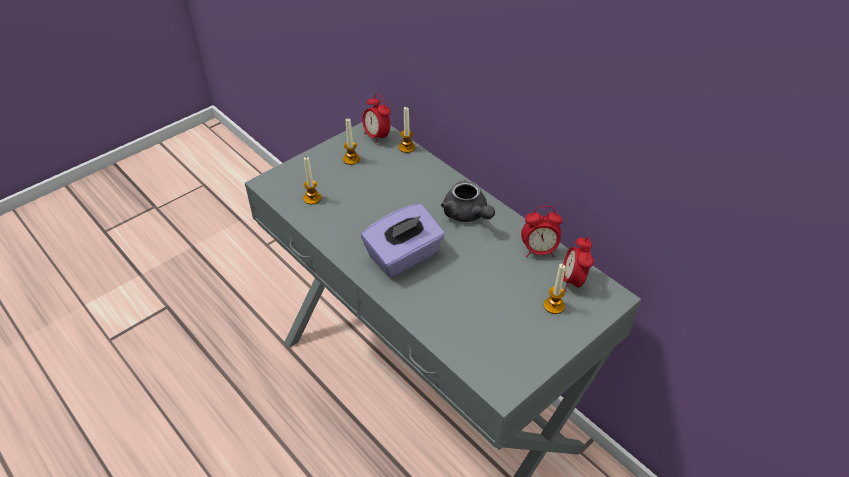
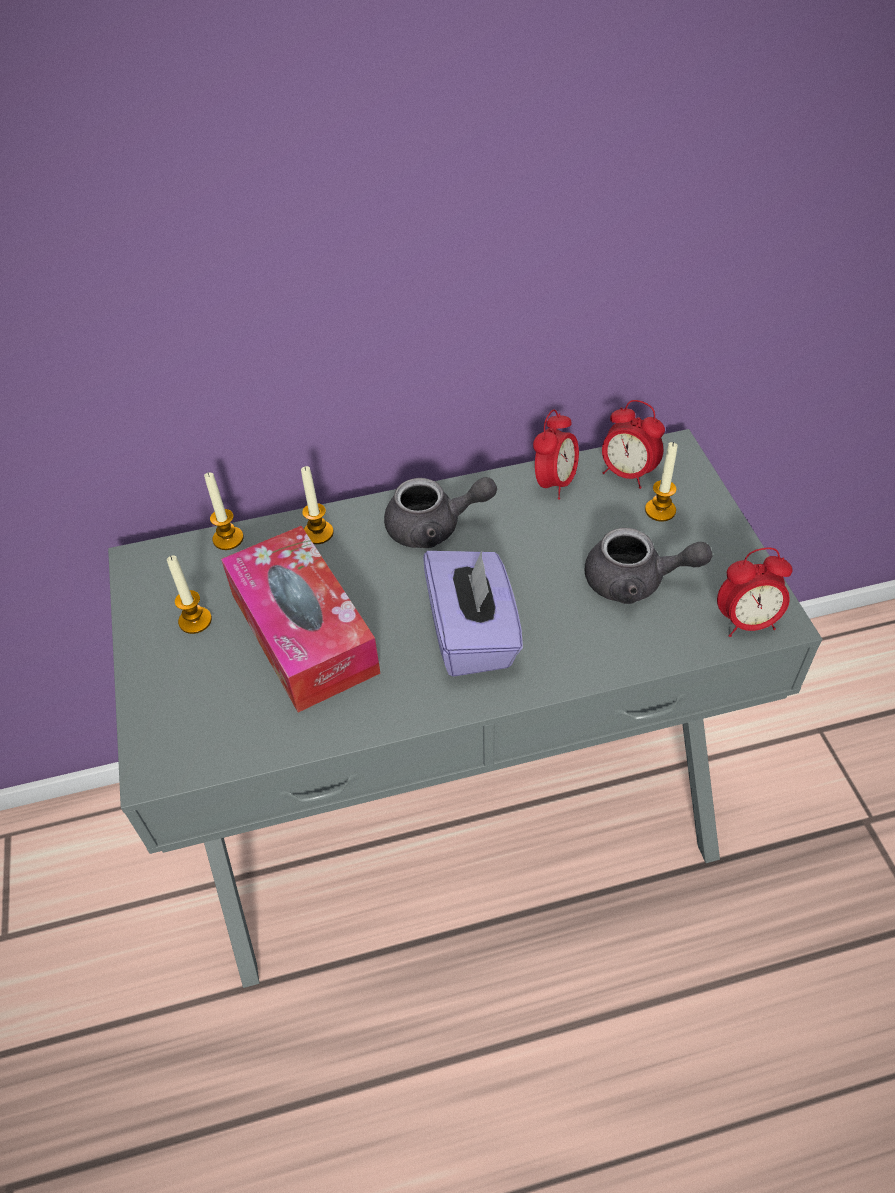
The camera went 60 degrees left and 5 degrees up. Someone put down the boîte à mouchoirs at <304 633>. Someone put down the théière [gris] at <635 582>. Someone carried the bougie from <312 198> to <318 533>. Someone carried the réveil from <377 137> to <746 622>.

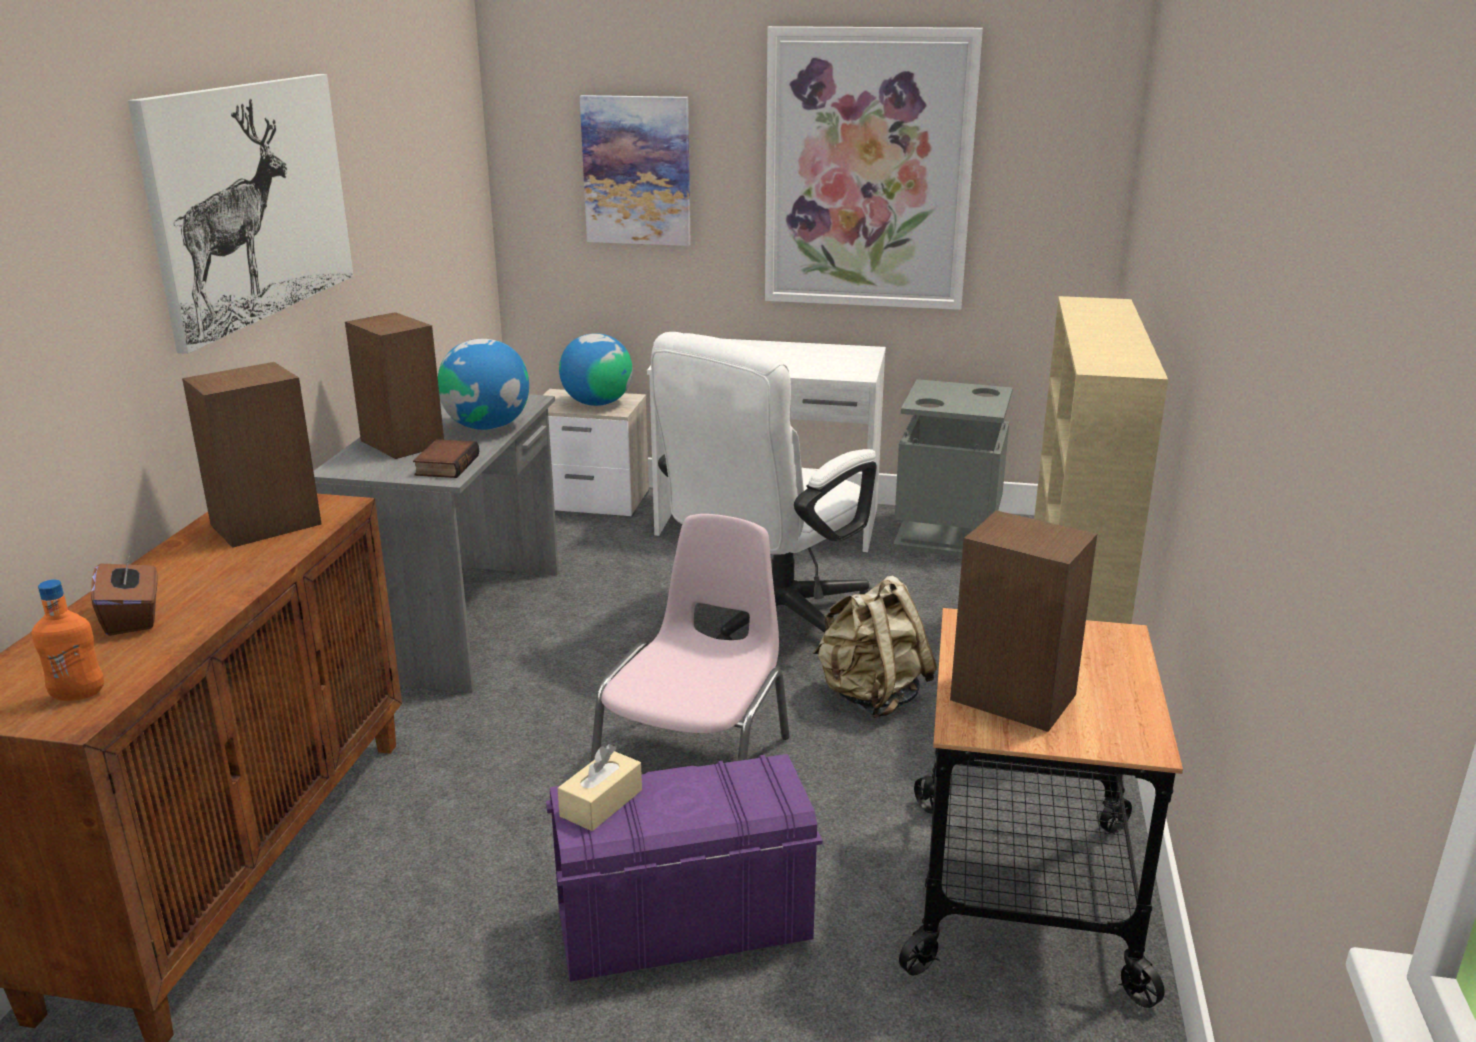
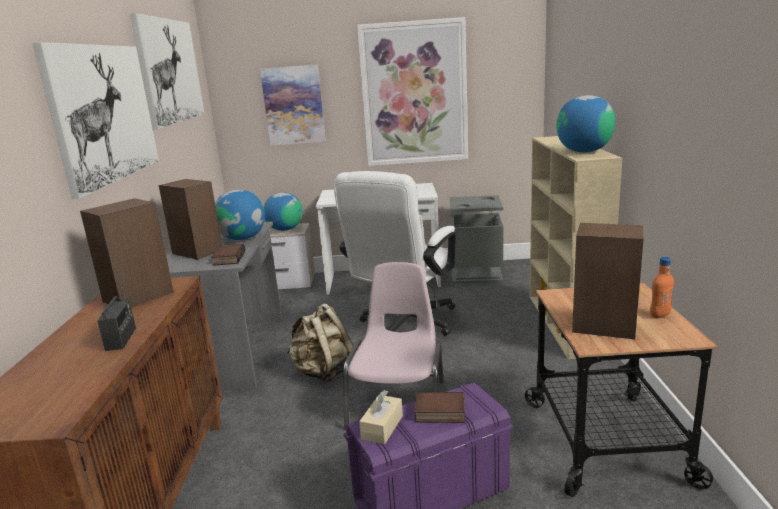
The camera went 10 degrees left and 5 degrees down. Someone took away the boîte à mouchoirs [marron] at <133 617>. Someone put down the radio at <121 339>. Someone put up the tableau at <170 71>. Someone put down the livre at <439 413>. Someone put down the globe at <584 152>. Someone carried the bouteille [orange] from <78 695> to <659 315>. Someone carried the sac à dos [beige] from <871 697> to <323 372>.

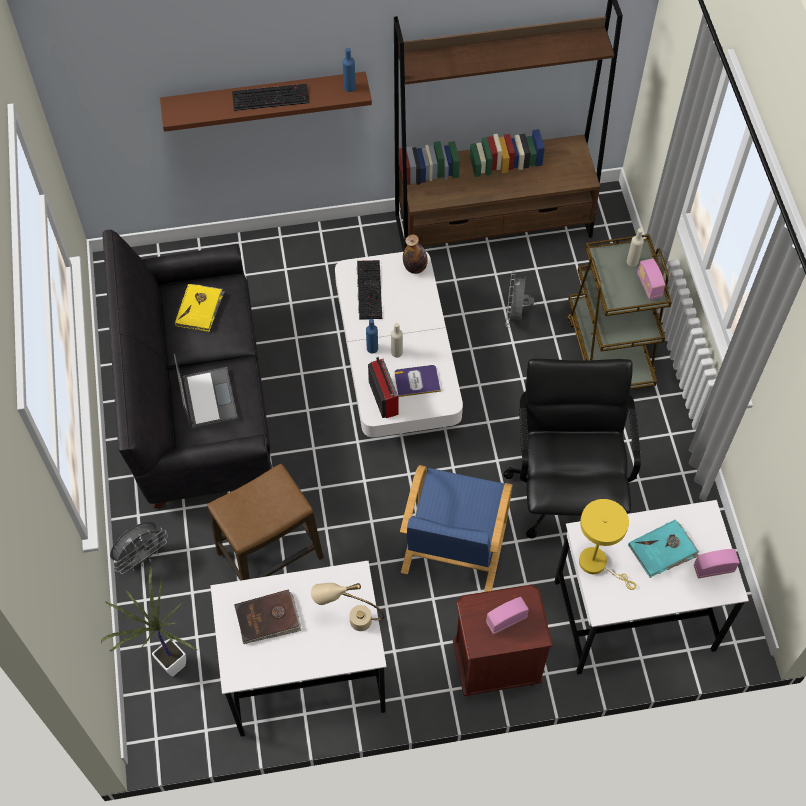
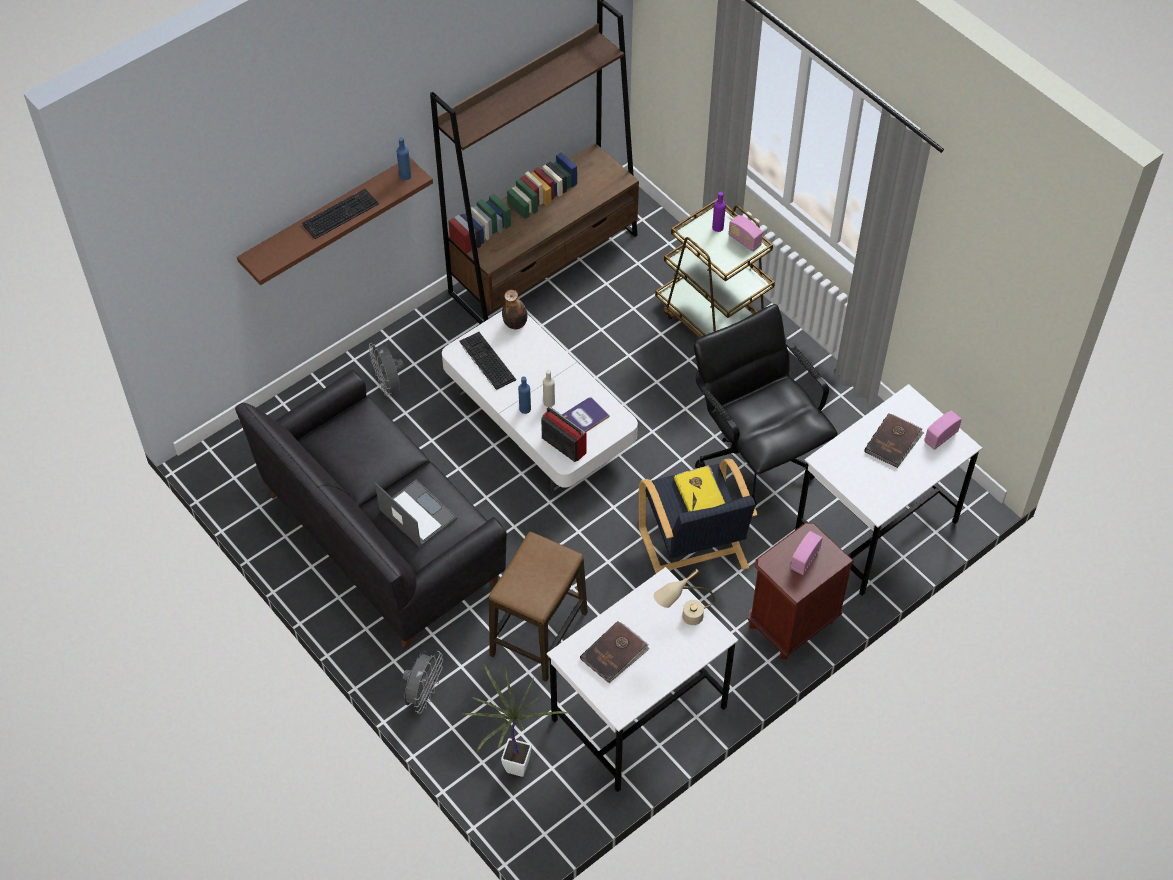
The camera went 30 degrees left and 5 degrees down. Someone took away the lampe de table [jaune] at <597 564>. Someone carried the livre [jaune] from <200 309> to <700 493>. Someone carried the ventilateur [gris] from <515 315> to <389 385>. Someone repainted the fauteuil [bleu] at <452 549>, which became the fauteuil [noir] at <693 550>. Someone repainted the bouteille [beige] at <632 261>, which became the bouteille [violet] at <717 227>. Someone repainted the livre [turquoise] at <663 550>, which became the livre [marron] at <893 442>.

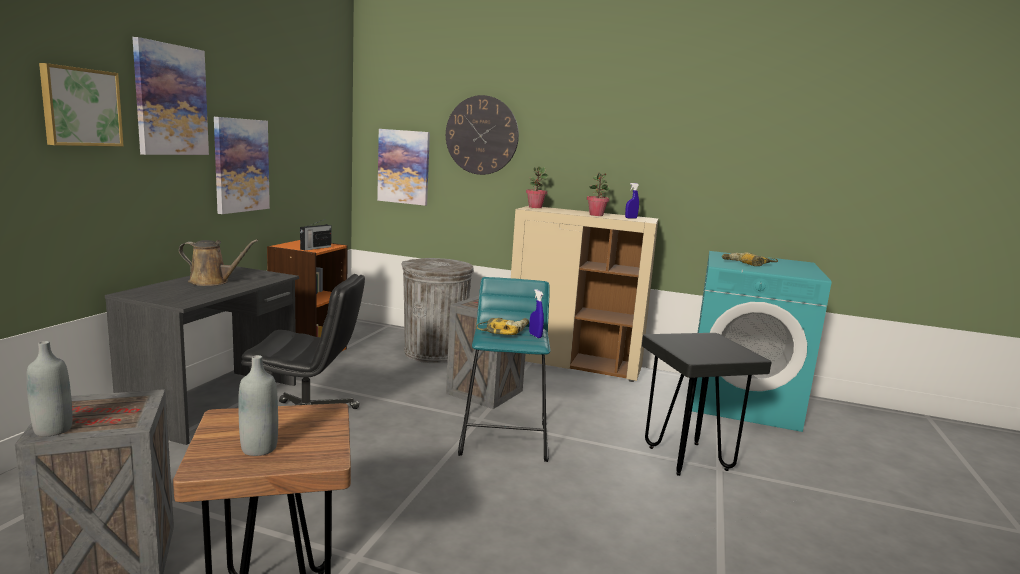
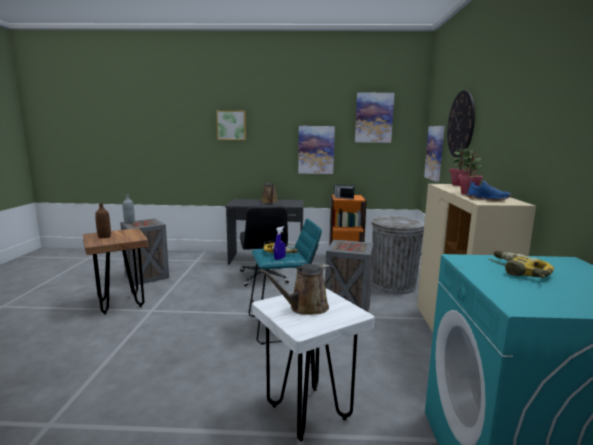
The camera went 75 degrees right and 0 degrees up. Someone put down the arrosoir [marron] at <305 308>. Someone carried the tableau from <171 100> to <374 118>. Someone swapped the vaporisateur [bleu] at <631 218> for the chaussure [bleu] at <487 199>. Someone repainted the bouteille [gris] at <259 448>, which became the bouteille [marron] at <104 236>. Someone repainted the tabouret [noir] at <687 458>, which became the tabouret [blanc] at <309 412>.

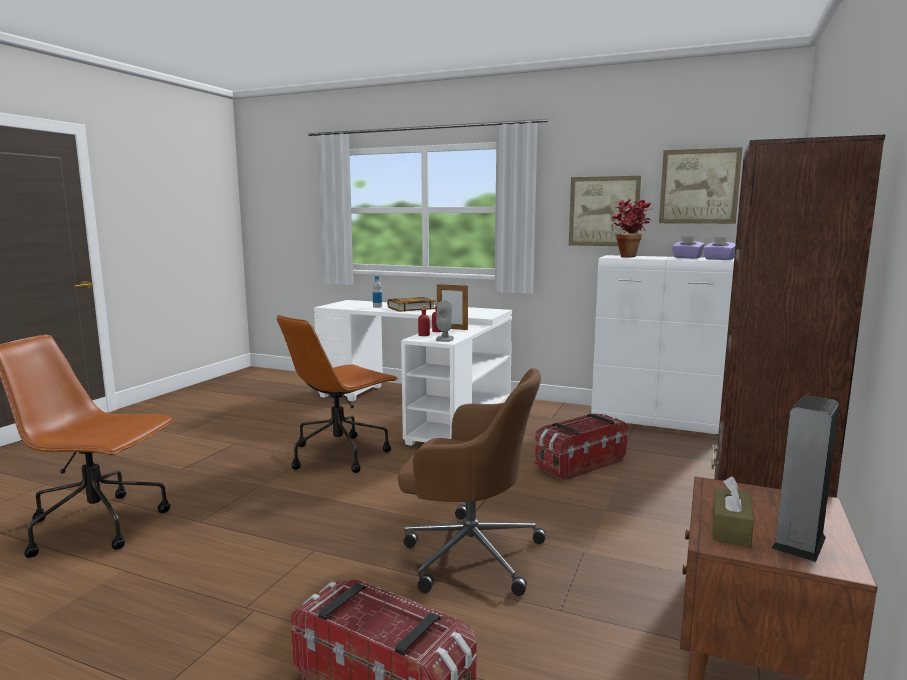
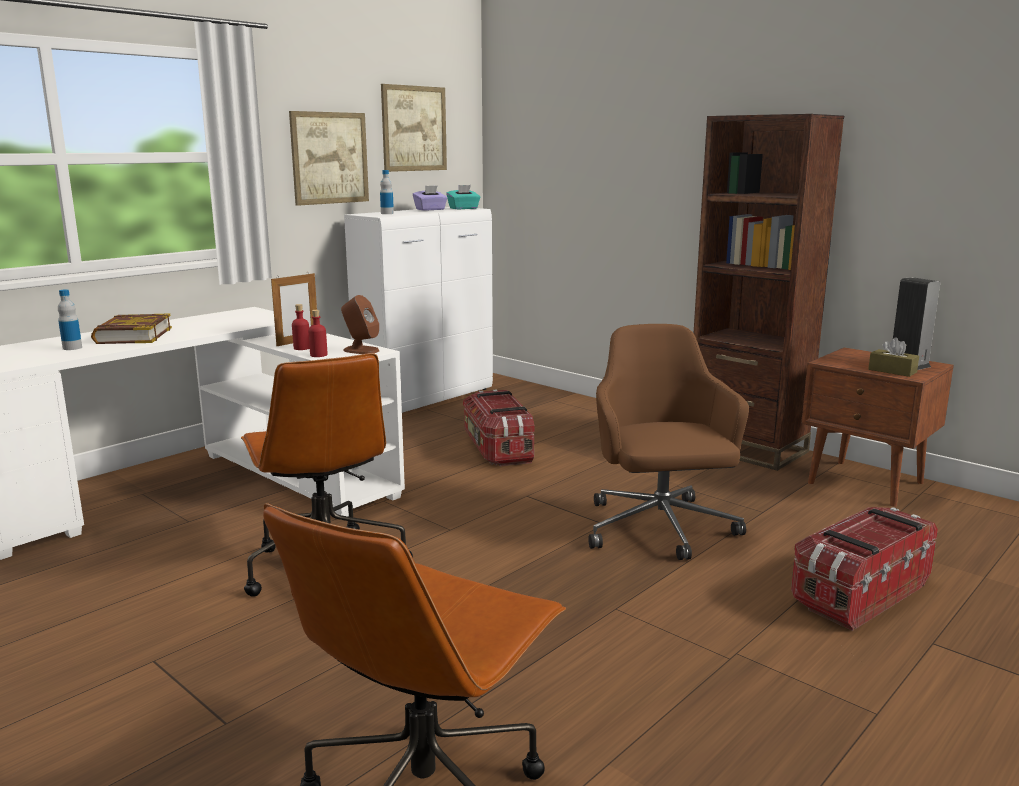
The camera went 70 degrees left and 5 degrees up. Someone swapped the plante en pot at <630 256> for the bouteille at <387 213>. Someone repainted the enceinte [gris] at <444 339>, which became the enceinte [marron] at <360 350>. Someone repainted the boîte à mouchoirs [violet] at <719 259>, which became the boîte à mouchoirs [turquoise] at <463 208>. Someone rotated the chaise de bureau [marron] at <468 553> by 45 degrees counterclockwise.

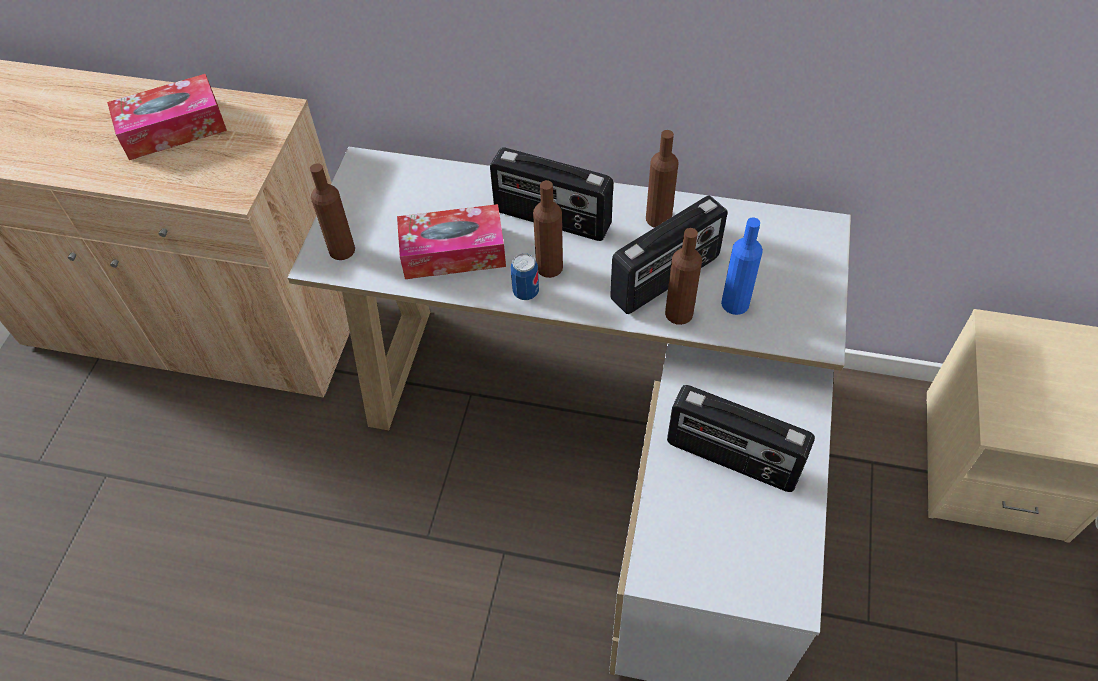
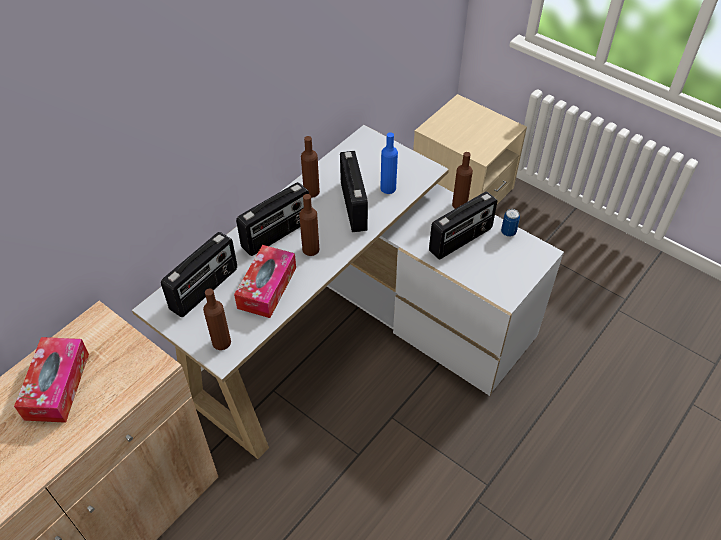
The camera went 65 degrees left and 5 degrees down. Someone put down the radio at <205 289>. Someone carried the boîte métallique from <526 292> to <508 232>. Someone carried the bouteille [marron] from <679 313> to <459 204>.

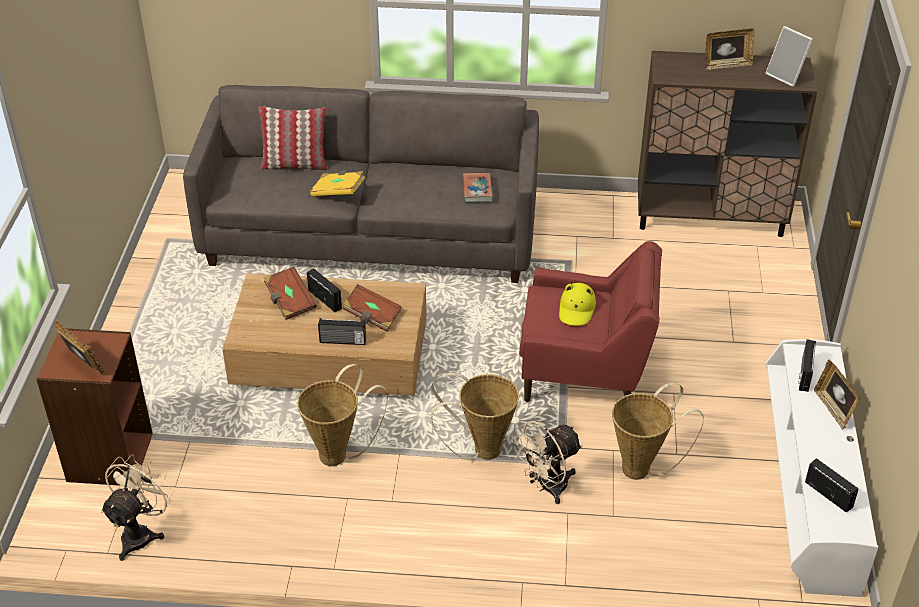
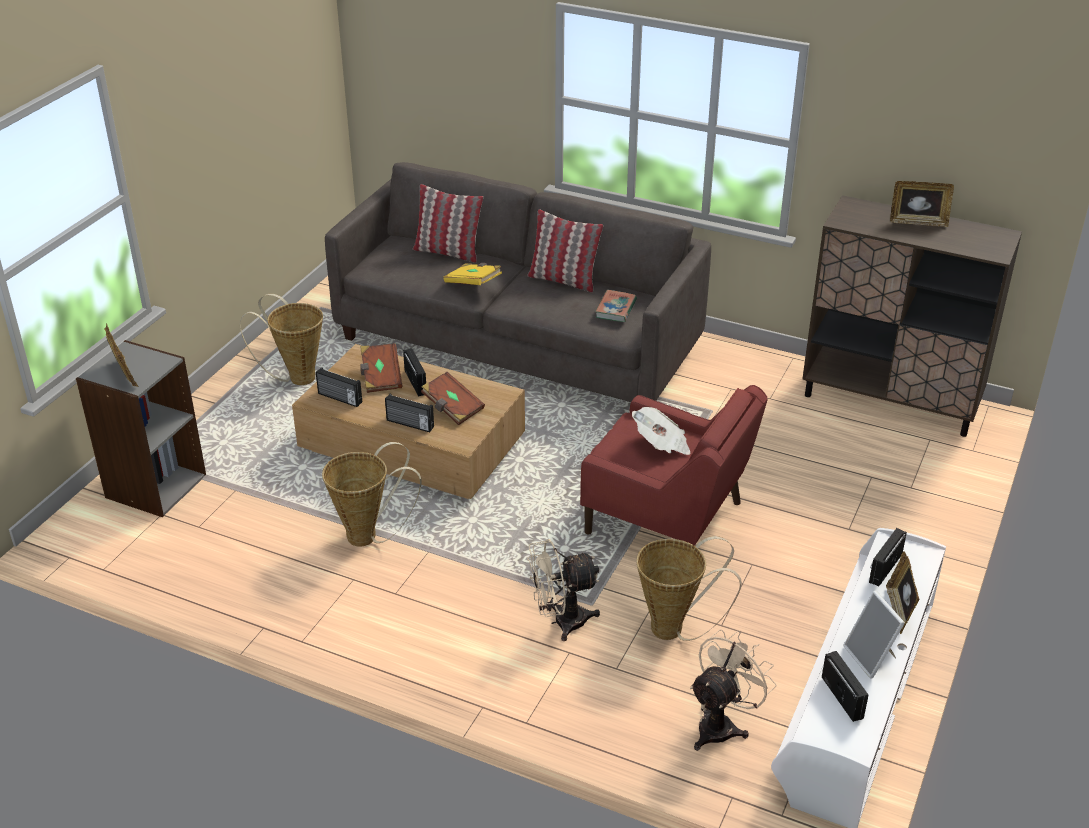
The camera went 20 degrees right and 5 degrees down. Someone put down the radio at <339 398>. Someone put down the coussin at <563 280>. Someone carried the ventilateur [beige] from <141 533> to <721 725>. Someone carried the panier from <480 450> to <297 377>. Someone carried the cadre photo from <786 76> to <871 658>. Someone swapped the chapeau [jaune] at <577 309> for the journal at <661 445>. Someone repainted the bibliothèque [marron] at <109 457>, which became the bibliothèque [gris] at <155 486>.

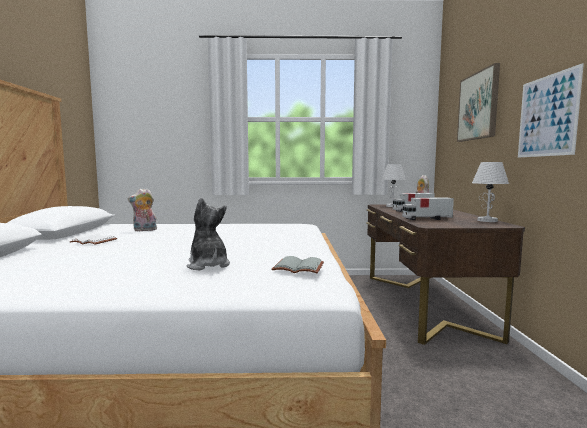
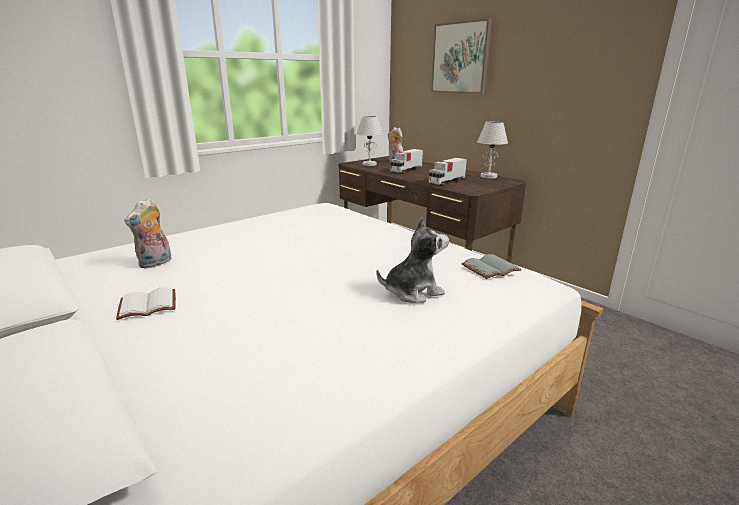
The camera went 40 degrees left and 15 degrees up. Someone took away the tableau at <547 116>. Someone rotated the peluche at <208 265> by 135 degrees clockwise.

